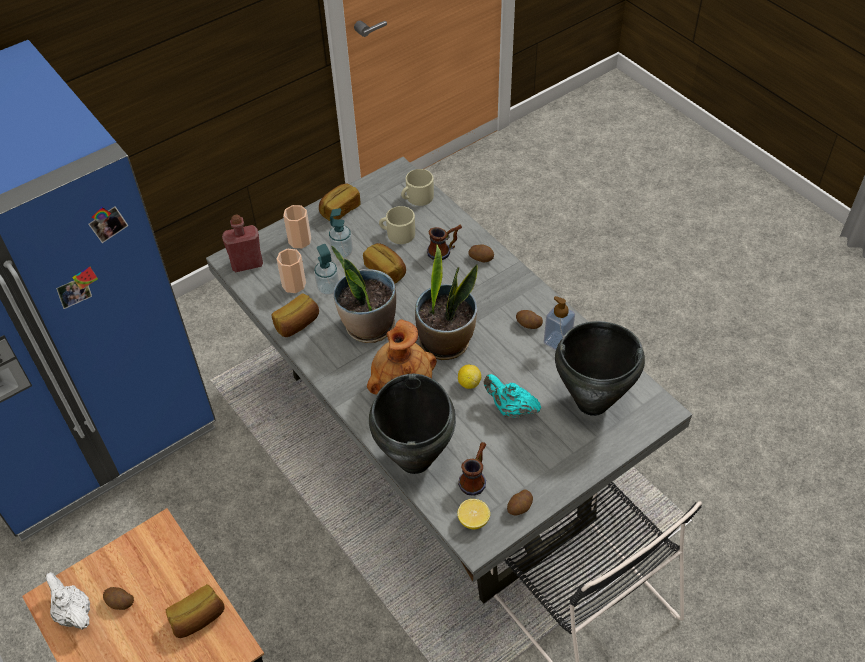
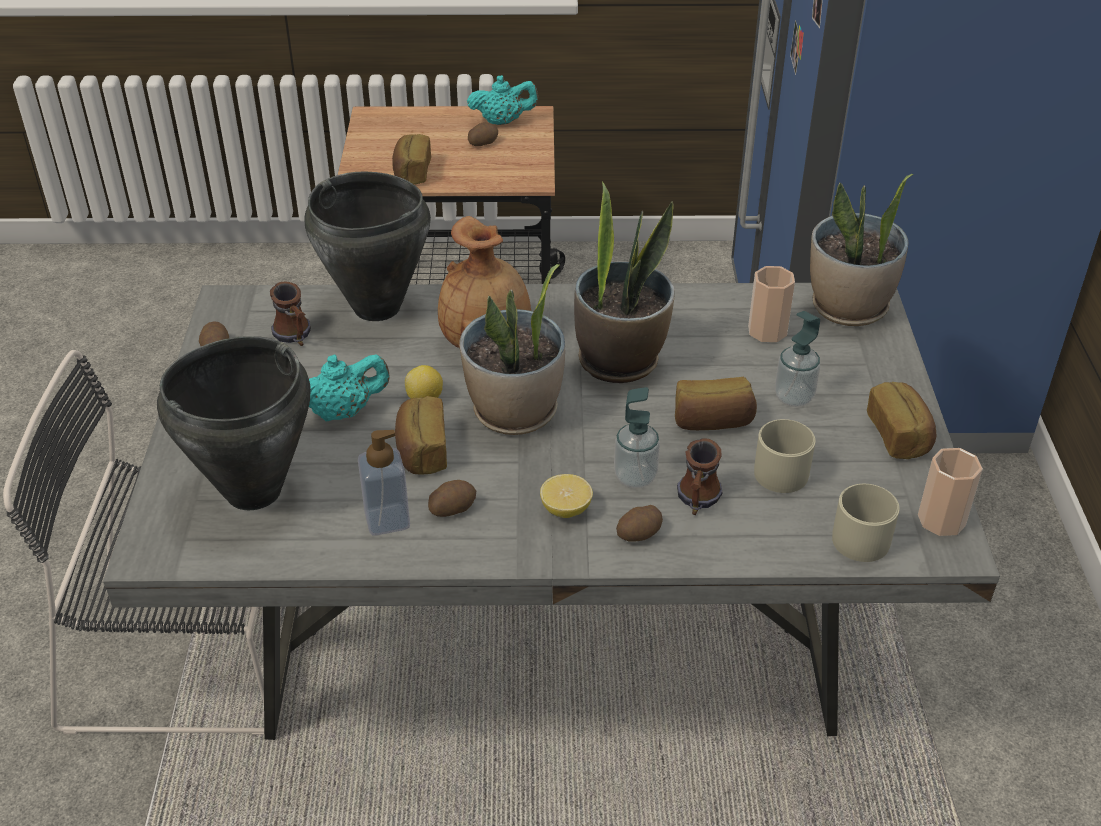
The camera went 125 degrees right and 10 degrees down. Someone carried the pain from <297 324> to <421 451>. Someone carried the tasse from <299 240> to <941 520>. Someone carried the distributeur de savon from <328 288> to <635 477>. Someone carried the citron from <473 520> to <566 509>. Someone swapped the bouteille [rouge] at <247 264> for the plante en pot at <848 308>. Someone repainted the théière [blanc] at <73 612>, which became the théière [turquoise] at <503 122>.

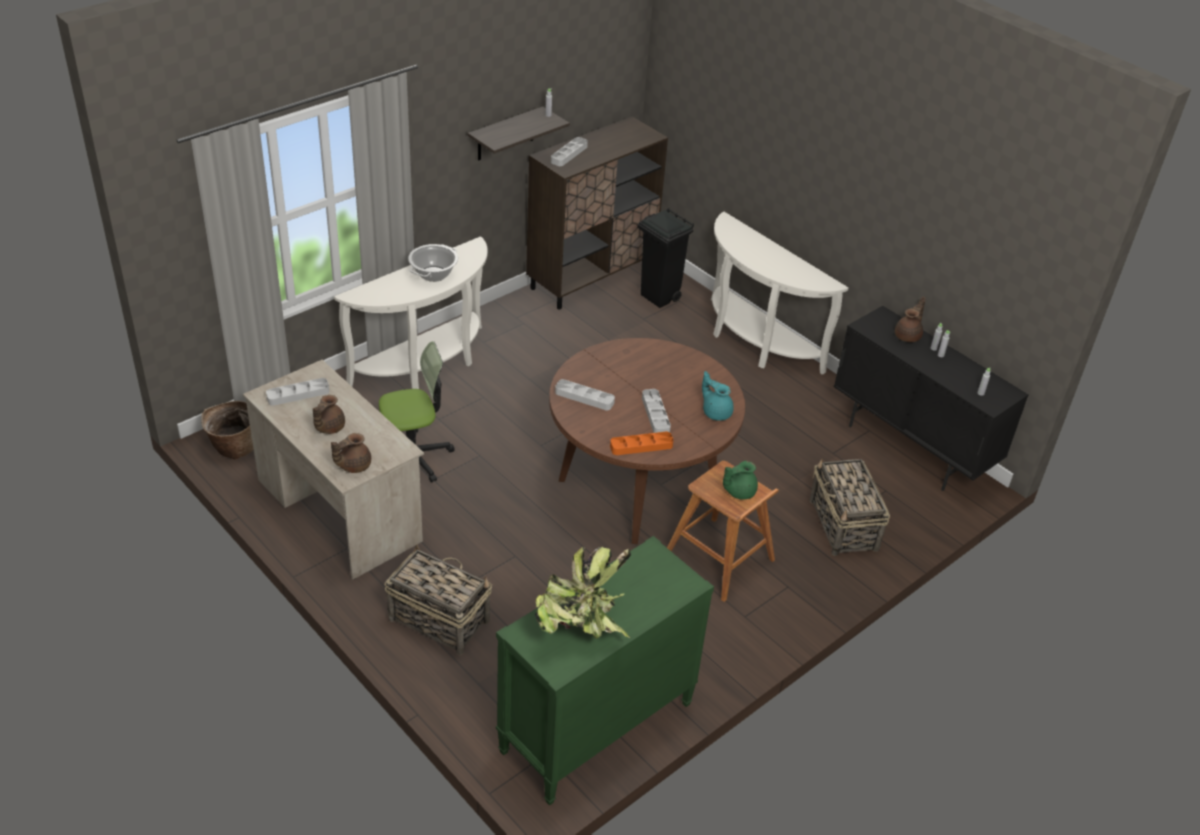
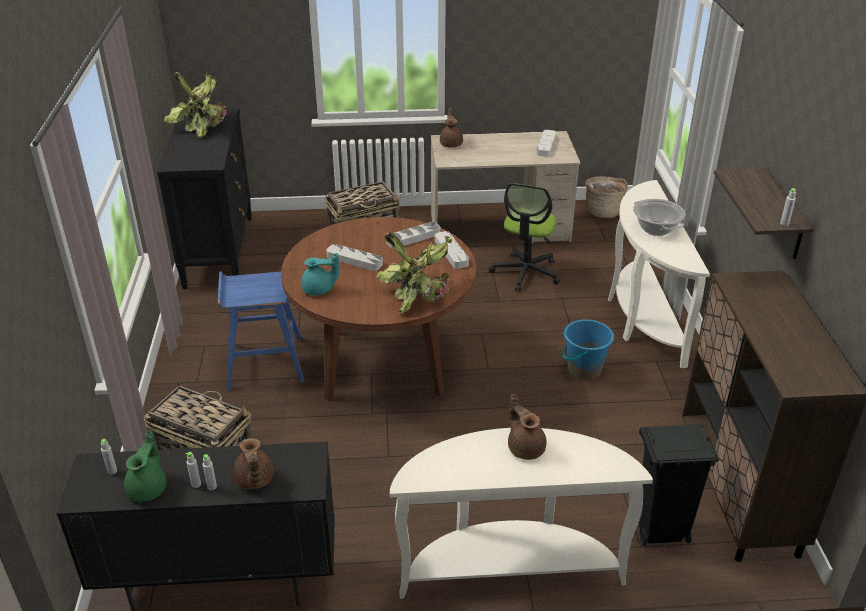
The camera went 130 degrees right and 5 degrees down. Someone took away the plateau [orange] at <641 446>. Someone put down the plante en pot at <419 295>. Someone put down the seau [bleu] at <584 369>. Someone carried the théière [marron] from <328 427> to <525 447>. Someone carried the plateau [gris] from <569 154> to <451 252>. Someone carried the théière [vert] from <738 491> to <149 488>. Someone repainted the commode [vert] at <596 728>, which became the commode [noir] at <218 251>. Someone repainted the tabouret [marron] at <719 559>, which became the tabouret [bleu] at <263 362>.

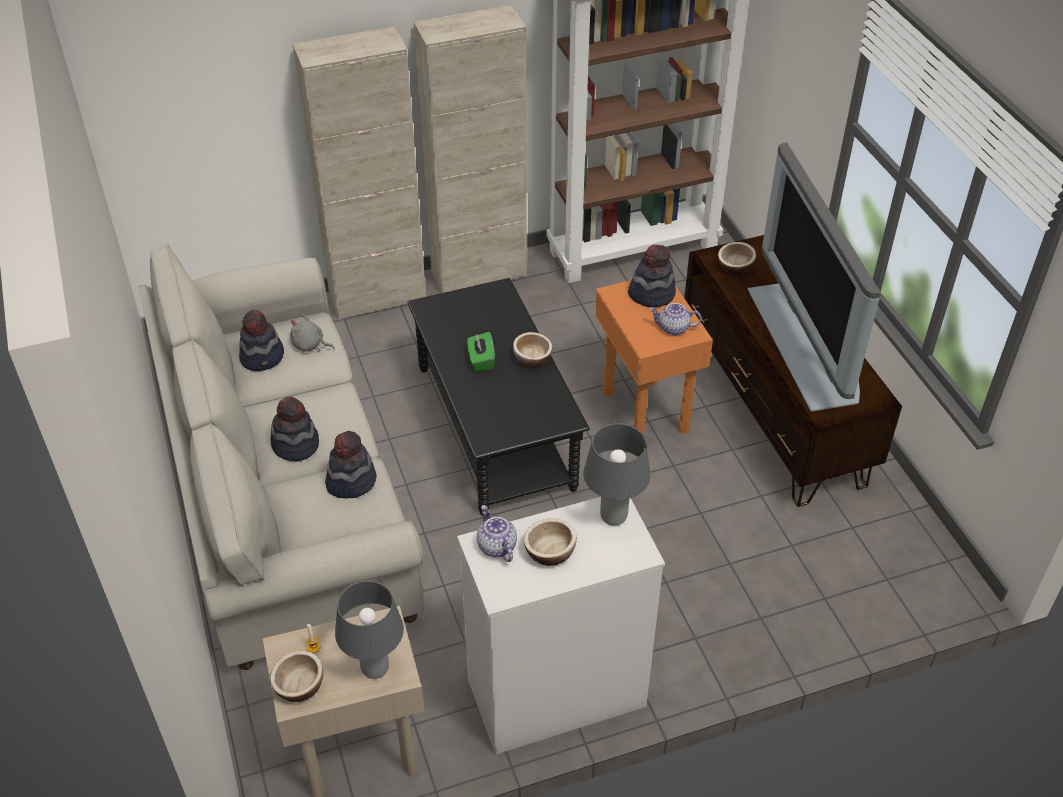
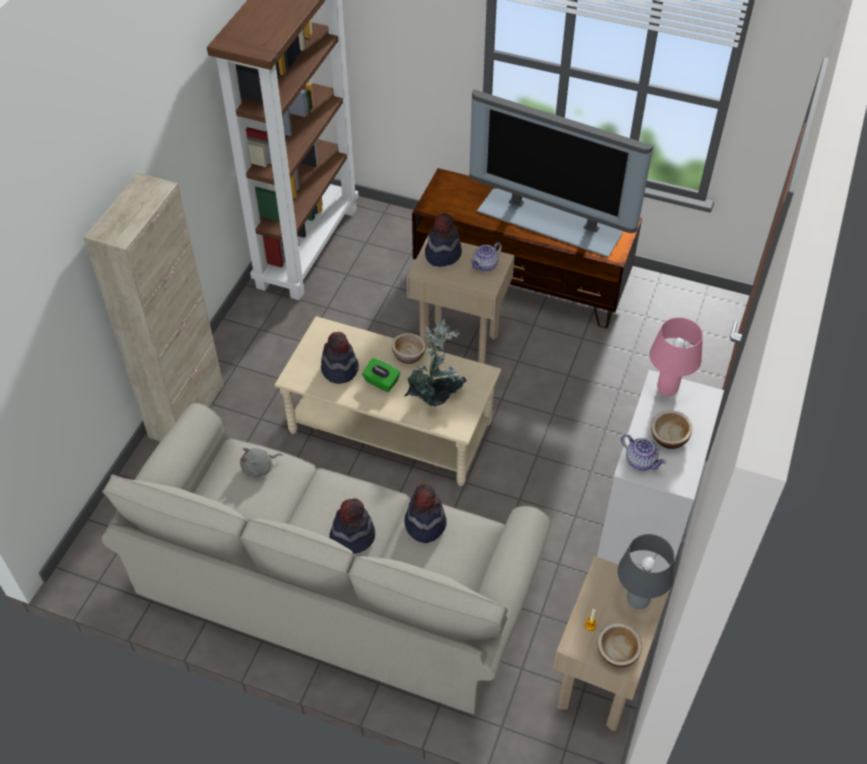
The camera went 50 degrees left and 5 degrees up. Someone took away the meuble de rangement [beige] at <479 274>. Someone took away the bol at <735 267>. Someone put down the plante en pot at <435 396>. Someone carried the chapeau from <263 357> to <340 369>. Someone repainted the table basse [noir] at <495 426>, which became the table basse [beige] at <390 427>. Someone repainted the lampe de table [gris] at <614 517>, which became the lampe de table [rose] at <667 389>. Someone repainted the table d'appoint [orange] at <644 412>, which became the table d'appoint [beige] at <459 343>. Someone rotated the théière at <496 546> by 150 degrees counterclockwise.

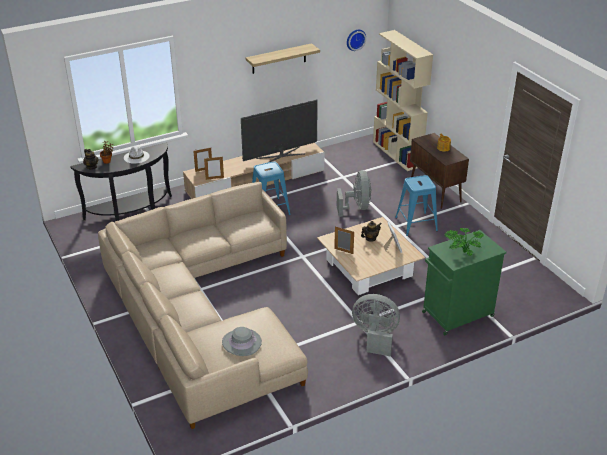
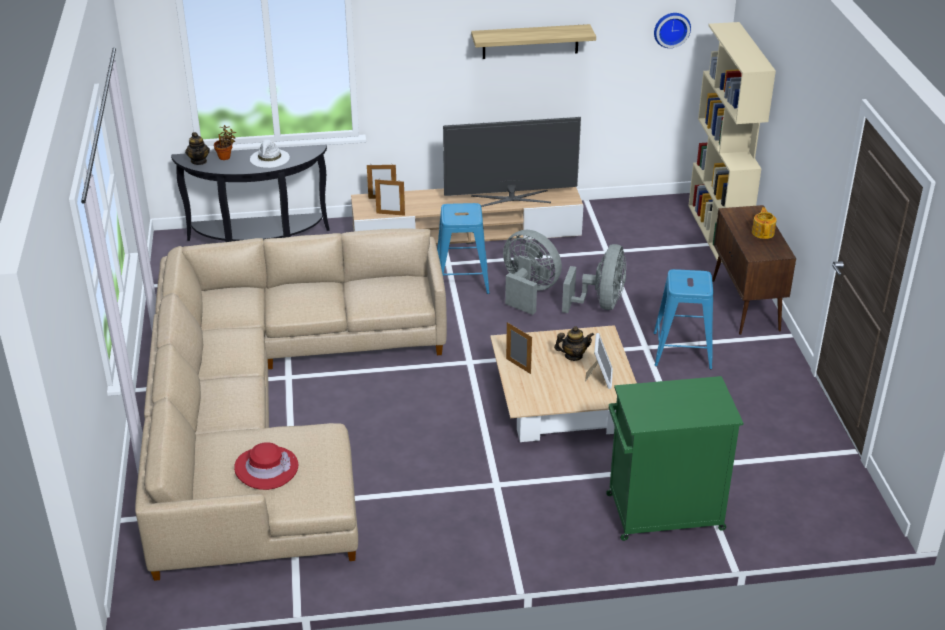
The camera went 20 degrees right and 0 degrees up. Someone took away the plante en pot at <461 252>. Someone carried the ventilateur [gris] from <375 337> to <528 292>. Someone repainted the chapeau [gris] at <241 343>, which became the chapeau [rouge] at <266 468>.

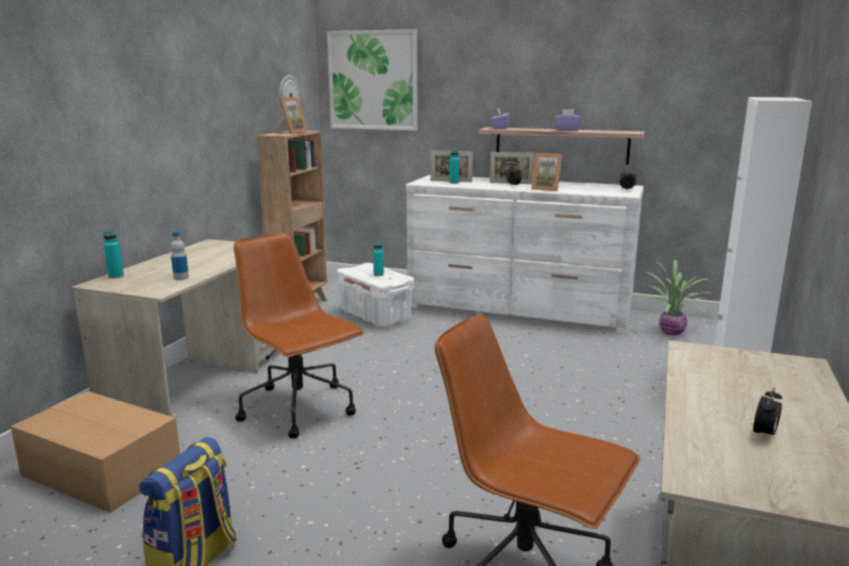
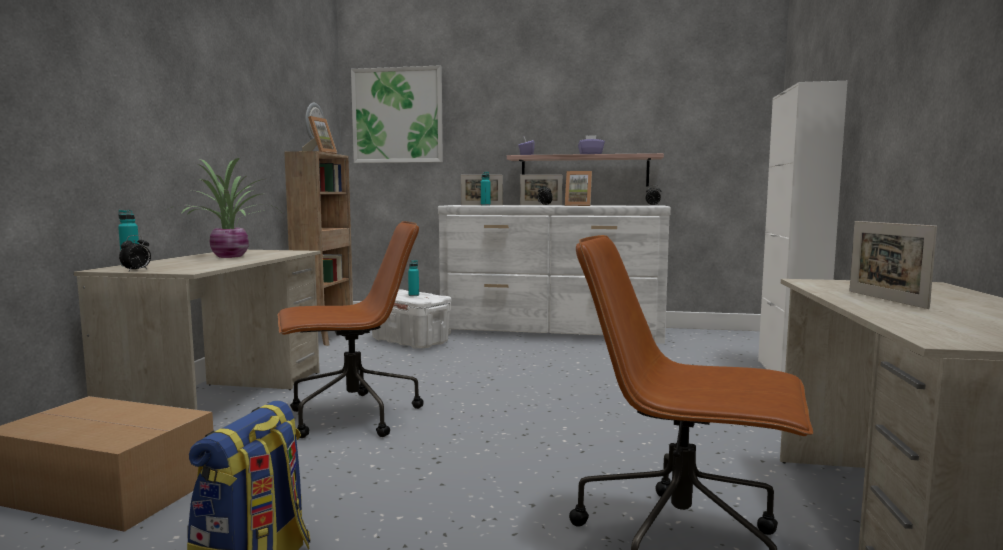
The camera went 10 degrees left and 10 degrees down. Someone took away the bouteille at <181 278>. Someone put down the cadre photo at <886 299>. Someone carried the plante en pot from <671 331> to <231 256>. Someone carried the réveil from <764 434> to <137 270>. Someone rotated the chaise de bureau [marron] at <300 409> by 120 degrees clockwise.

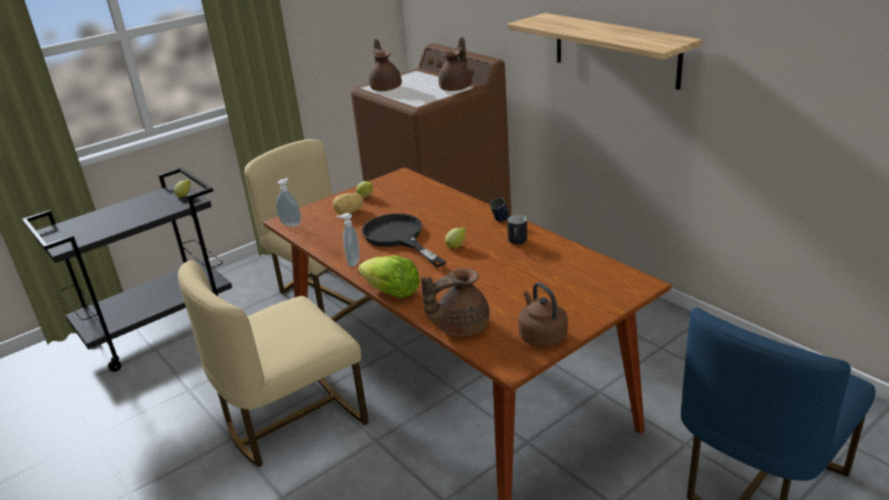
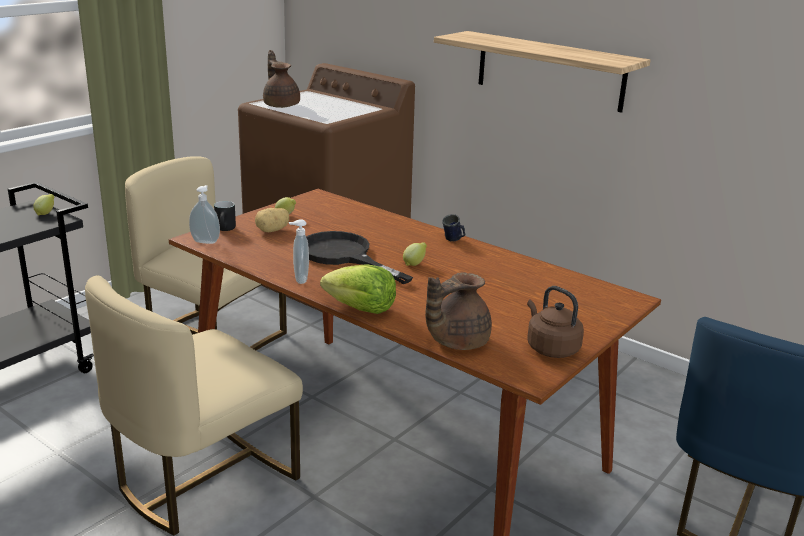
The camera went 15 degrees left and 5 degrees down. Someone took away the théière [marron] at <457 88>. Someone carried the mug [noir] from <518 243> to <226 230>.

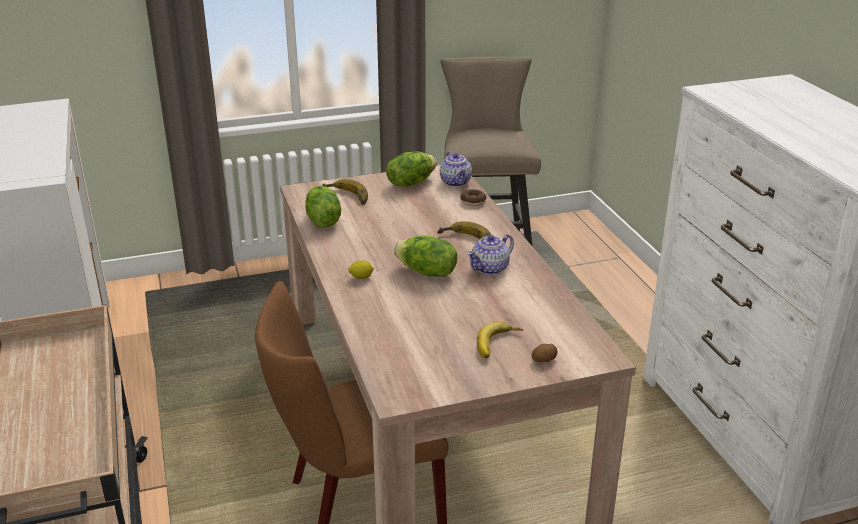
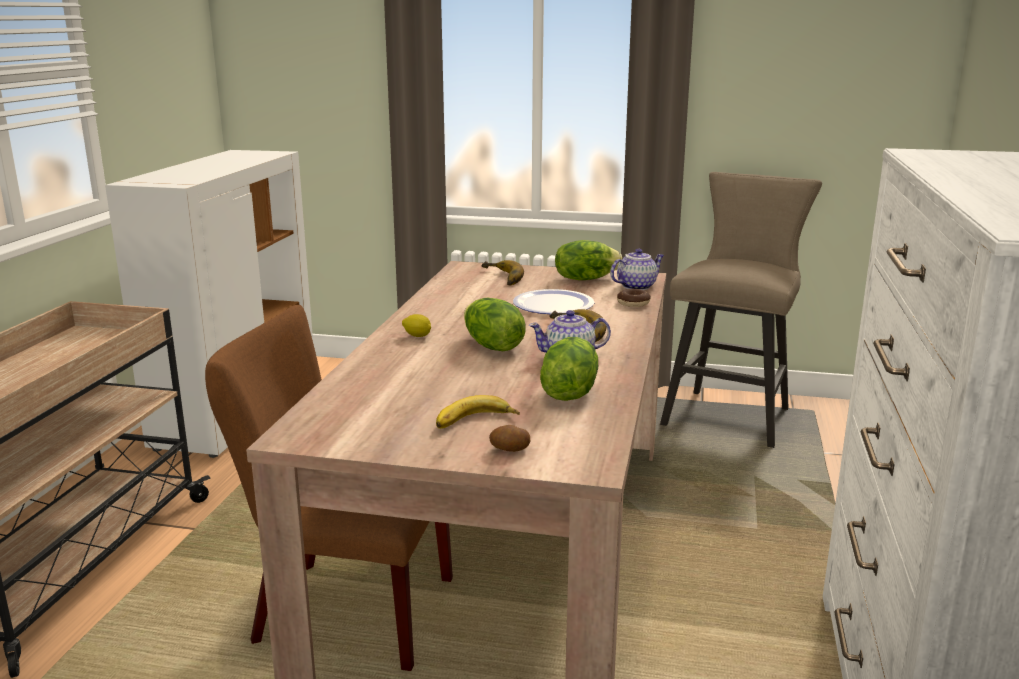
The camera went 30 degrees right and 10 degrees down. Someone put down the assiette at <553 304>. Someone carried the laitue from <322 221> to <568 392>. Someone rotated the théière at <456 182> by 135 degrees counterclockwise.

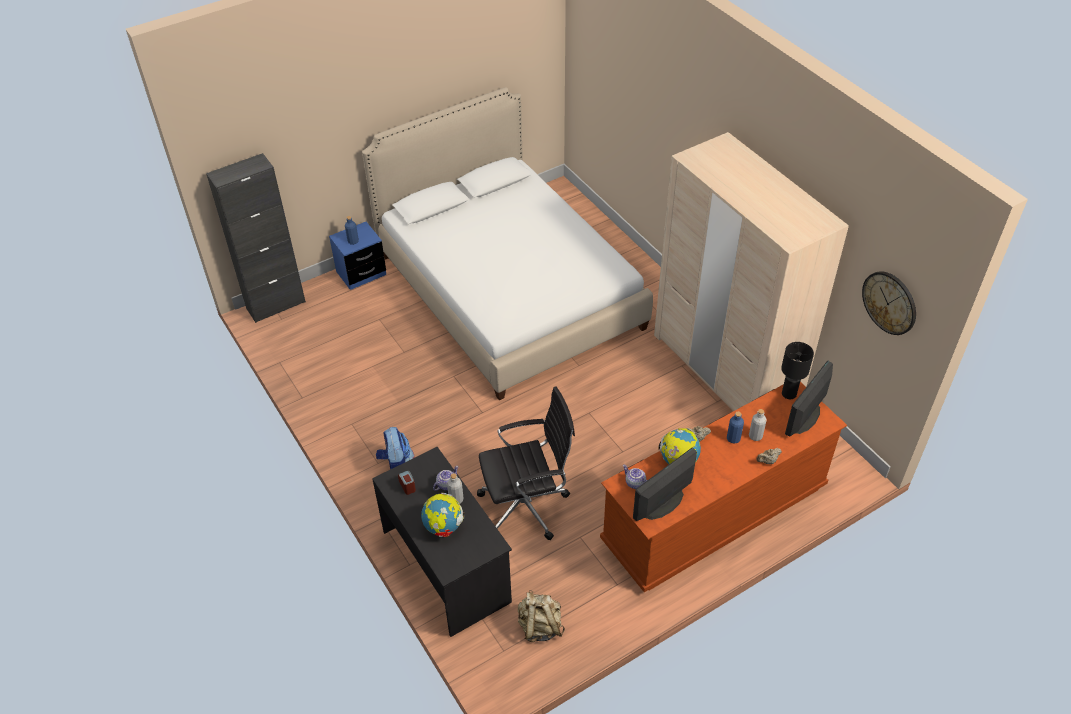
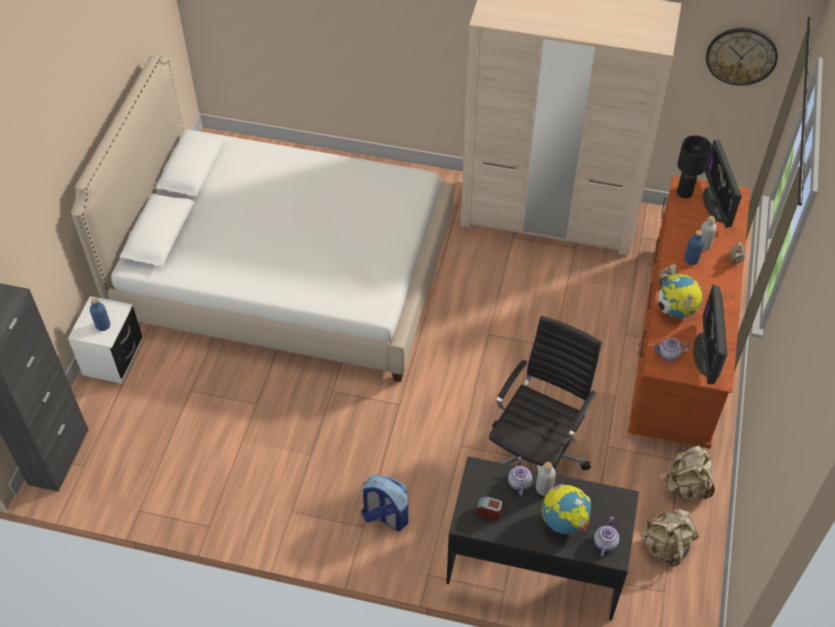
The camera went 45 degrees left and 5 degrees up. Someone put down the théière at <604 542>. Someone put down the sac à dos [beige] at <686 486>. Someone repainted the table de chevet [bleu] at <361 273>, which became the table de chevet [blanc] at <113 358>.

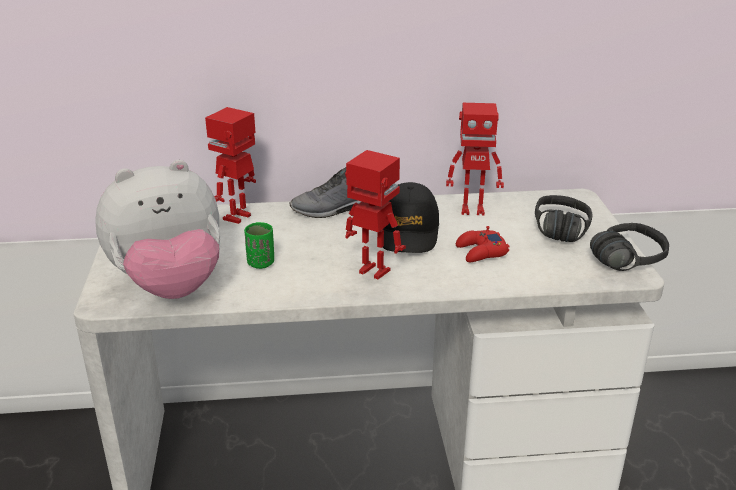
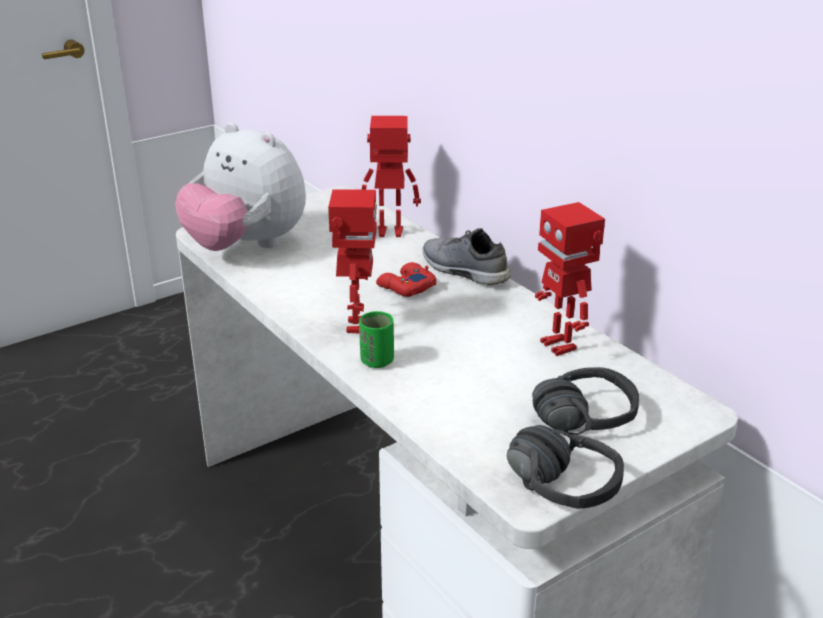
The camera went 60 degrees right and 0 degrees up. Someone took away the casquette [noir] at <409 231>. Someone carried the tasse [vert] from <261 263> to <377 361>. Someone carried the manette [rouge] from <481 252> to <406 286>.

